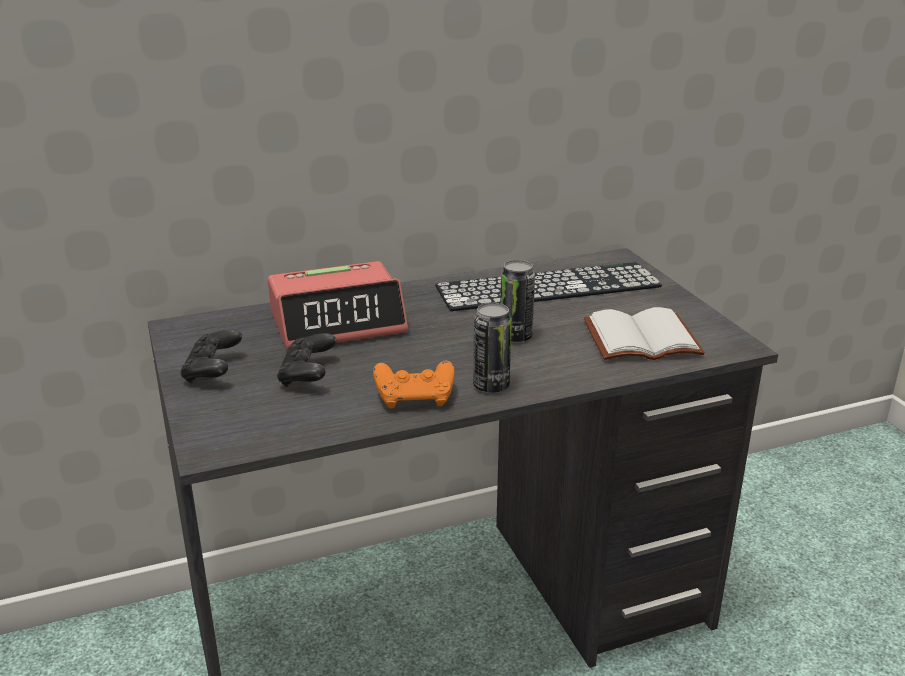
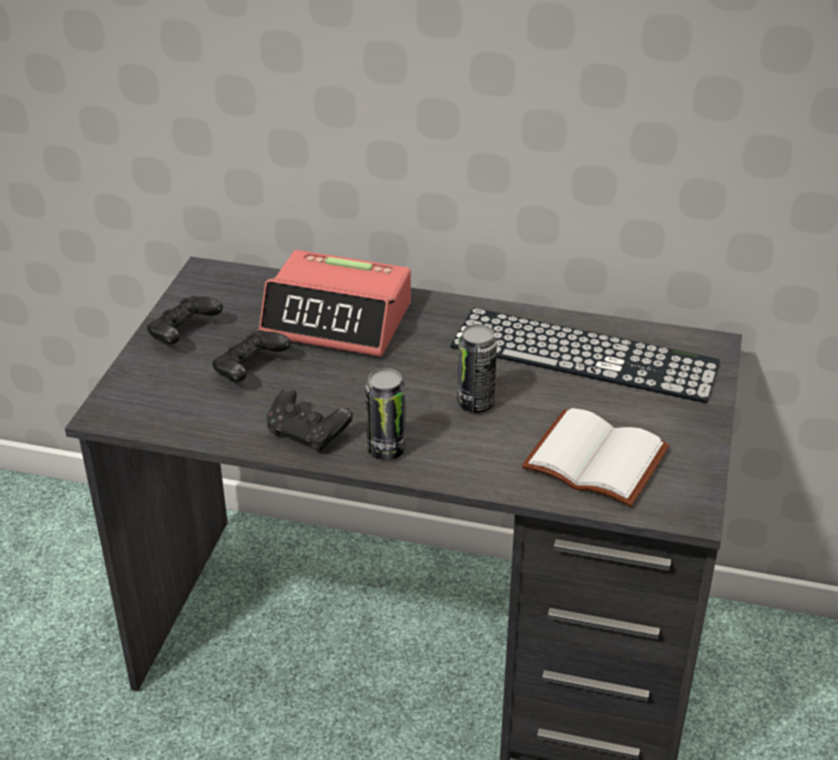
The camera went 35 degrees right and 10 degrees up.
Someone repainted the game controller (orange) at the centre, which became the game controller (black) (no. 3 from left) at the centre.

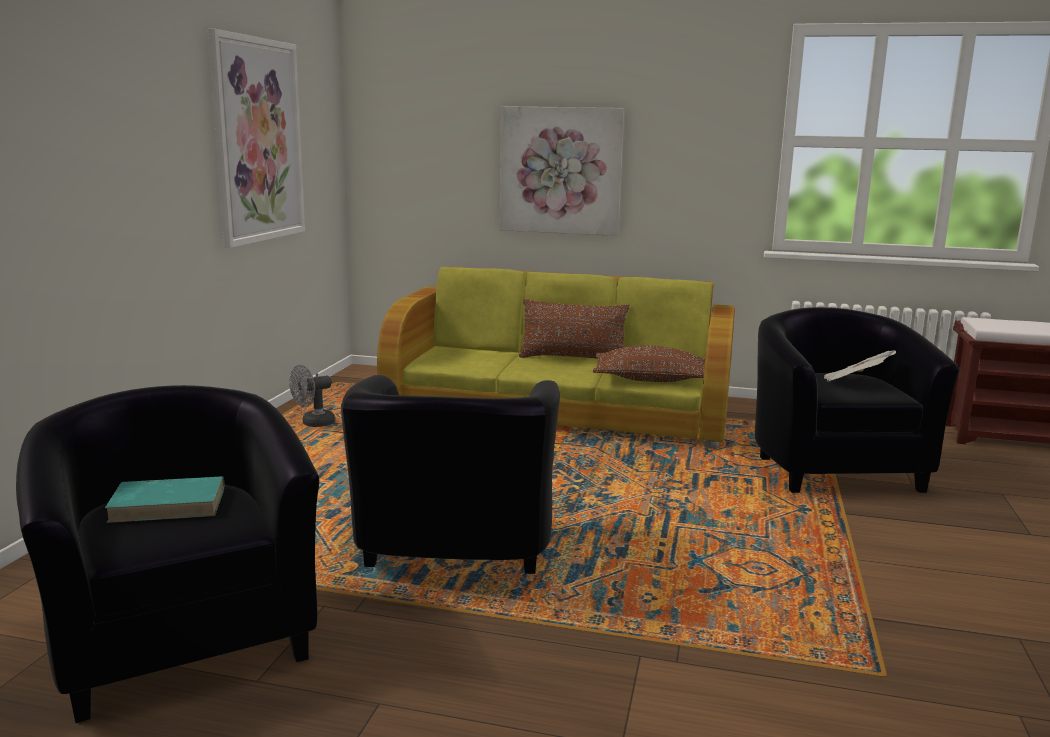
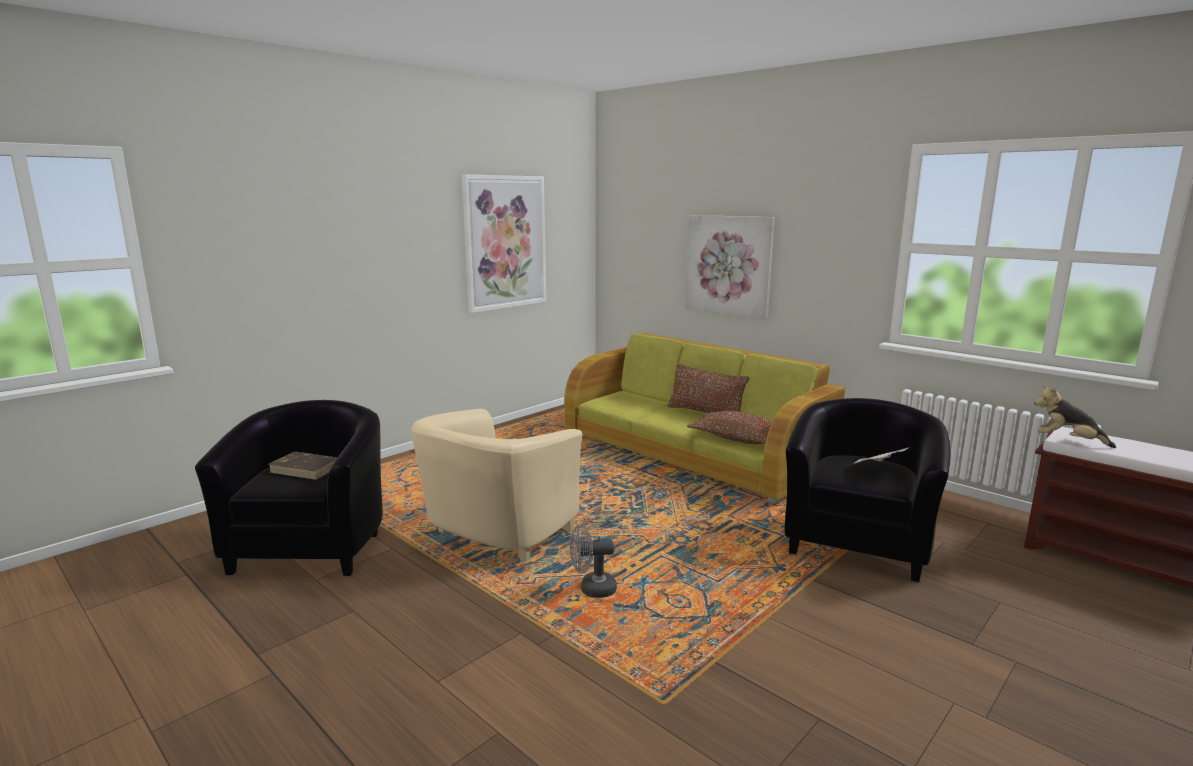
The camera went 30 degrees right and 0 degrees up.
Someone repainted the book (turquoise) at the bottom left, which became the book (brown) at the middle left.
Someone carried the fan (grey) from the middle left to the bottom centre.
Someone repainted the armchair (black) (no. 2 from left) at the centre, which became the armchair (beige) at the centre.
Someone put down the plush toy at the middle right.

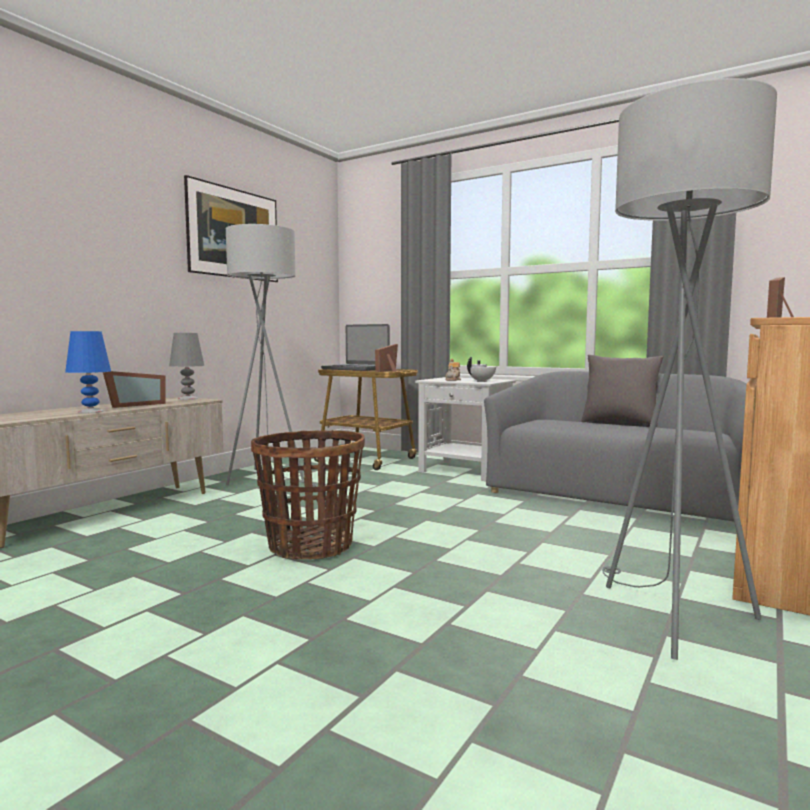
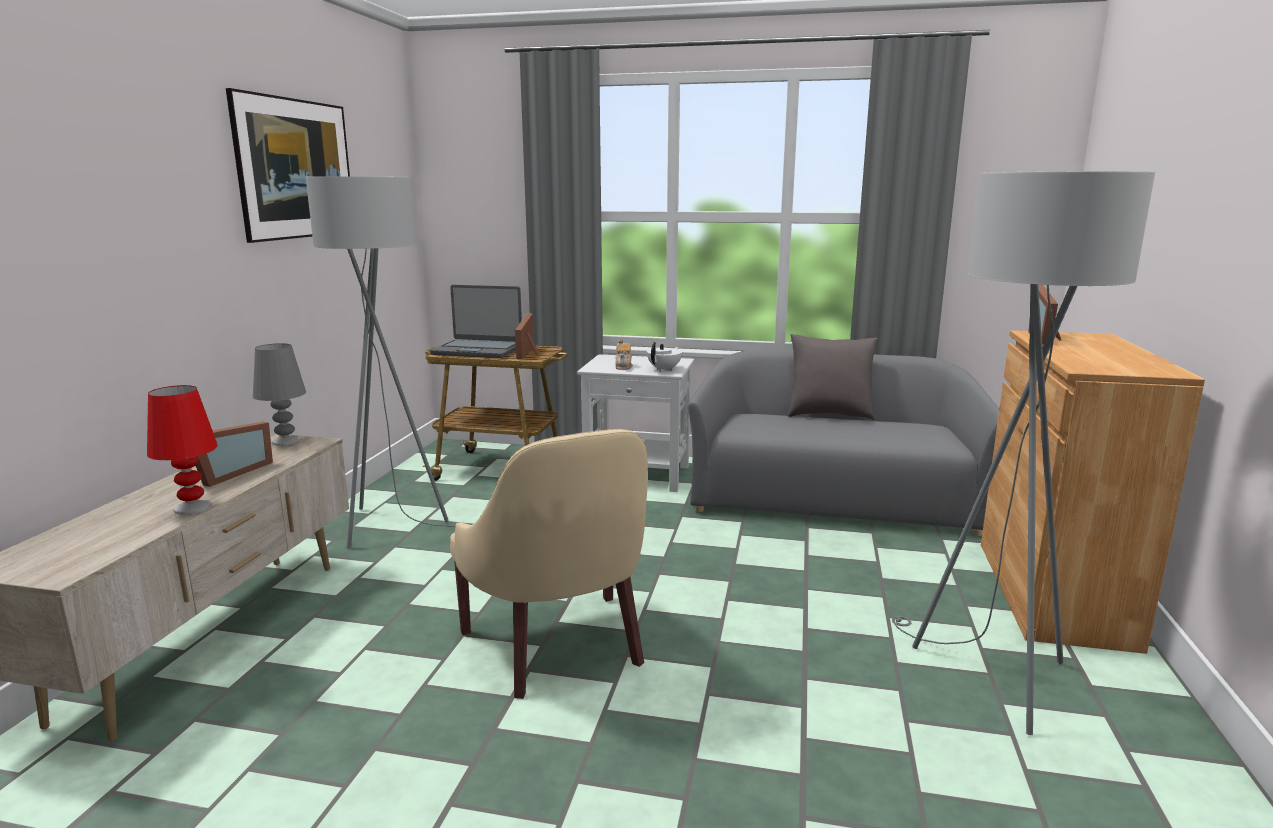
The camera went 20 degrees left and 10 degrees up.
Someone repainted the table lamp (blue) at the middle left, which became the table lamp (red) at the middle left.
Someone swapped the basket at the centre for the armchair (beige) at the bottom centre.

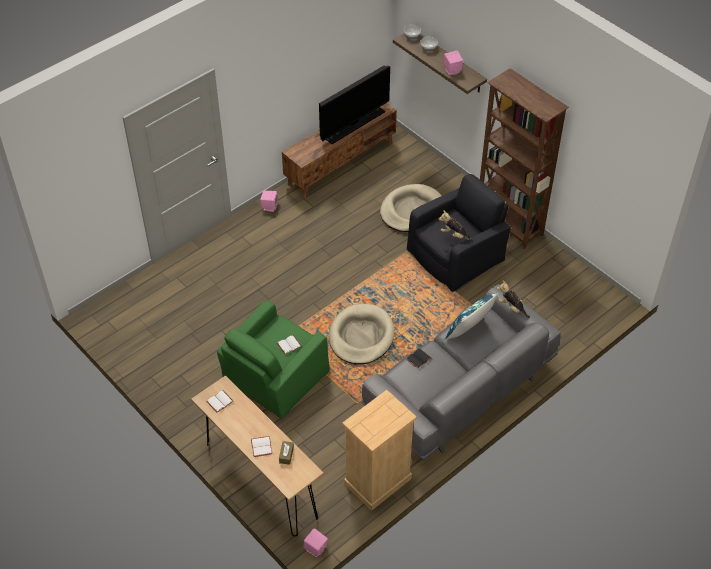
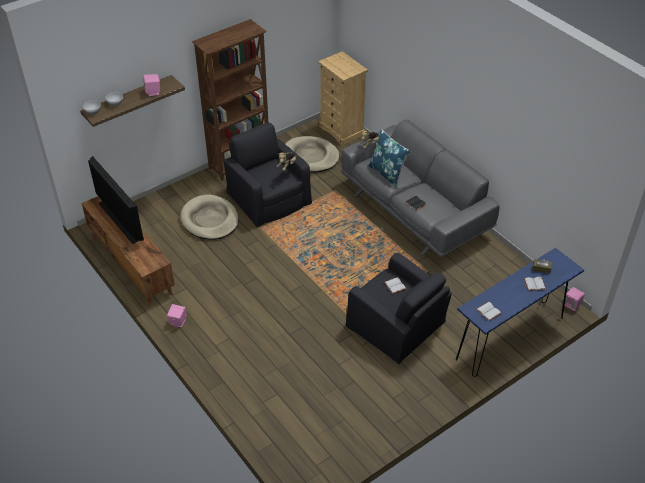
The camera went 85 degrees left and 5 degrees down.
Someone repainted the console table (brown) at the bottom centre, which became the console table (blue) at the middle right.
Someone repainted the armchair (green) at the centre, which became the armchair (black) (no. 2 from left) at the centre.
Someone carried the dog bed (beige) (no. 1 from left in the first image) from the centre to the top centre.
Someone carried the dresser (beige) from the bottom centre to the top centre.

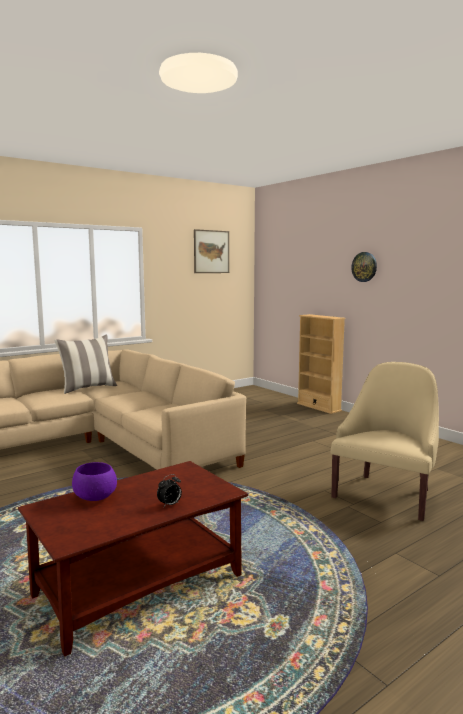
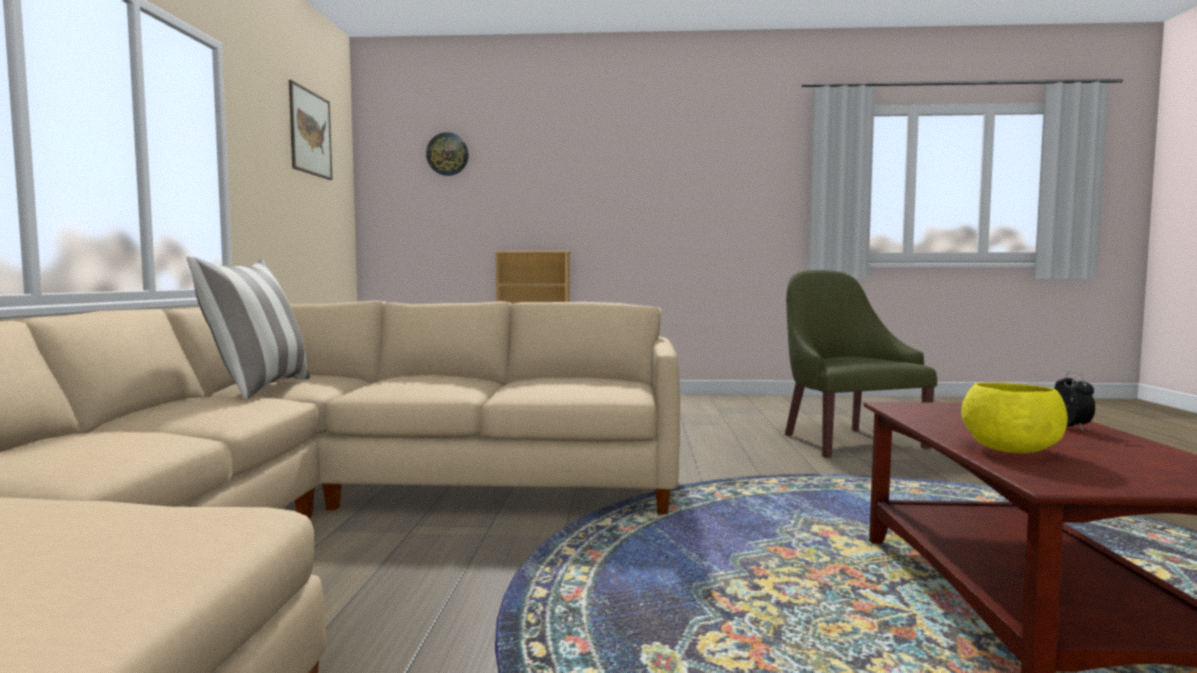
The camera went 50 degrees left and 5 degrees down.
Someone repainted the bowl (purple) at the bottom left, which became the bowl (yellow) at the middle right.
Someone repainted the armchair (beige) at the middle right, which became the armchair (green) at the middle right.
Someone carried the wall clock from the middle right to the top centre.

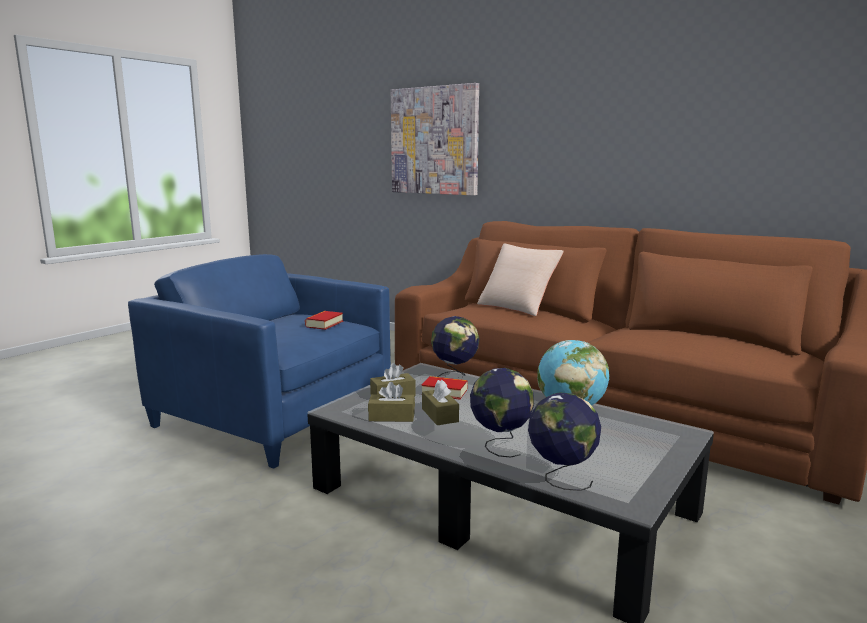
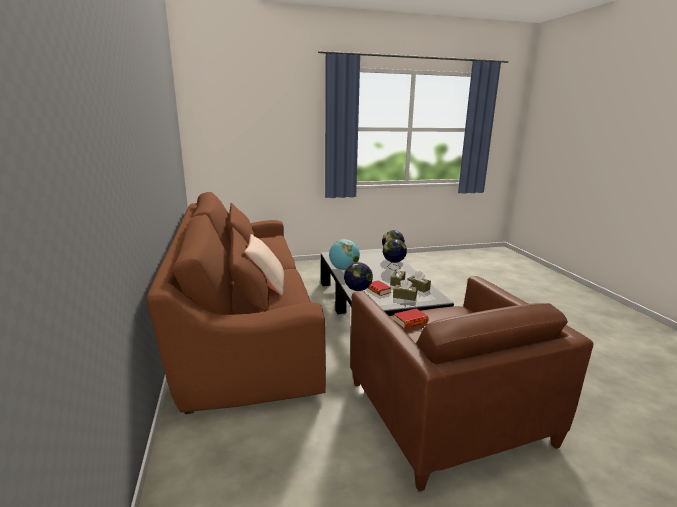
The camera went 140 degrees left and 5 degrees up.
Someone repainted the armchair (blue) at the middle left, which became the armchair (brown) at the bottom right.
Someone took away the picture at the top centre.

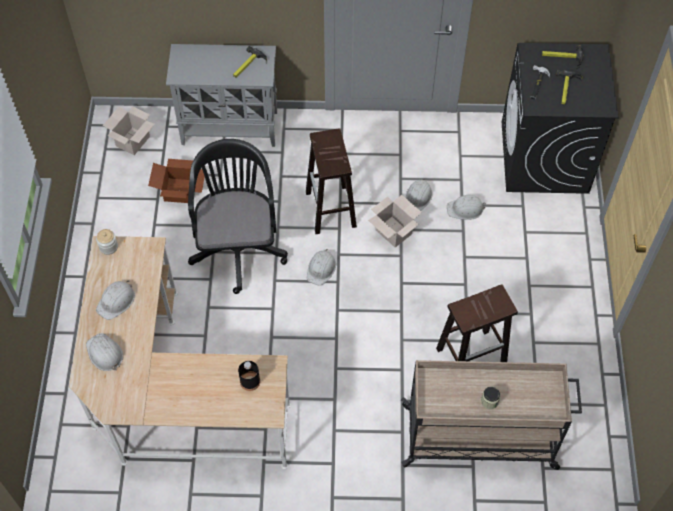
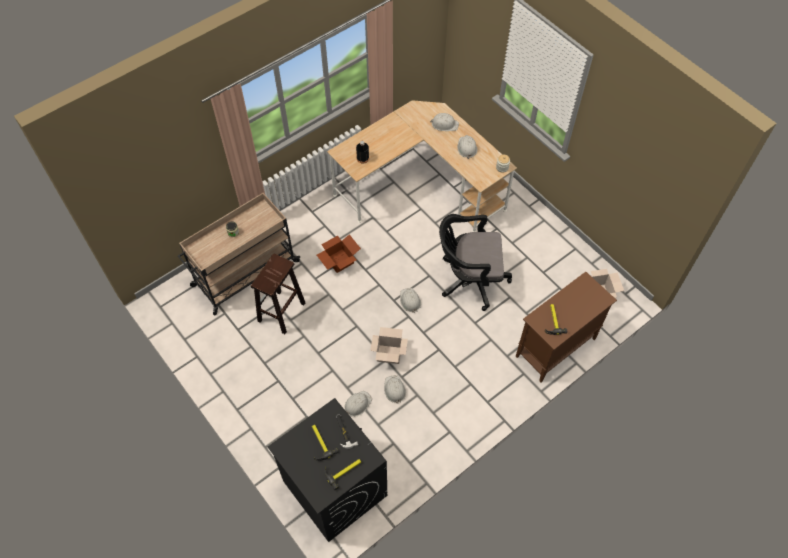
The camera went 140 degrees right and 0 degrees up.
Someone carried the cardboard box (no. 2 from left in the first image) from the middle left to the centre.
Someone repainted the cabinet (grey) at the top left, which became the cabinet (brown) at the middle right.
Someone rotated the office chair (black) at the centre by 135 degrees clockwise.
Someone took away the stool (brown) (no. 1 from left) at the centre.

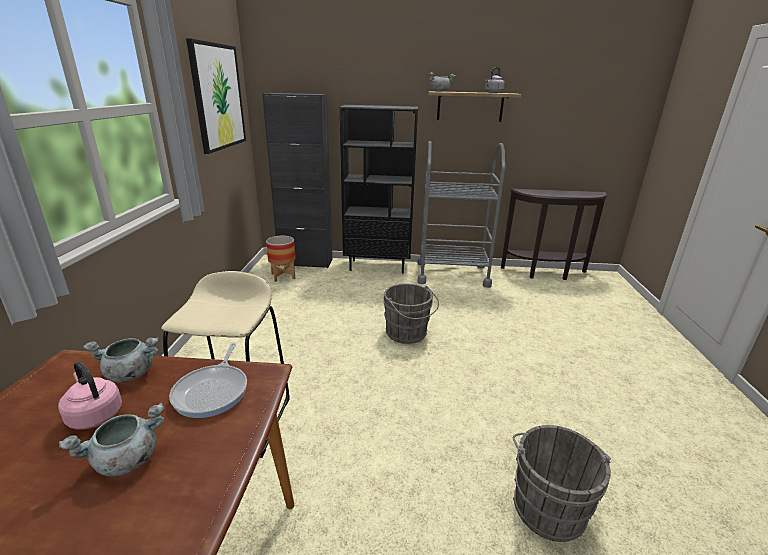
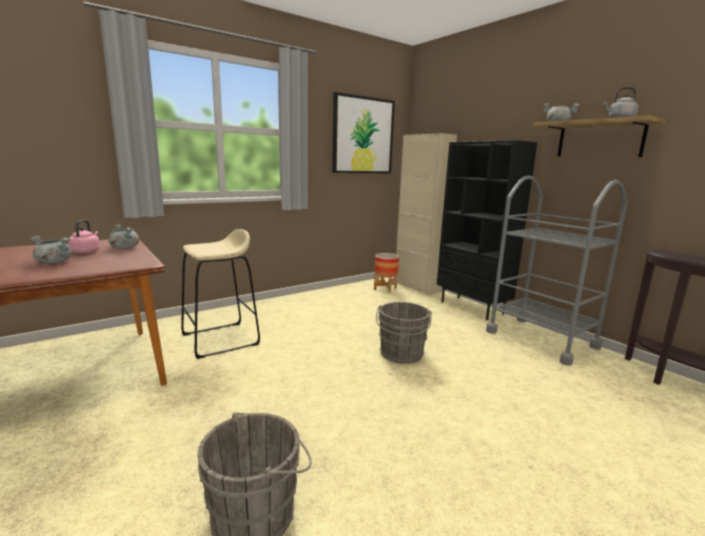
The camera went 50 degrees right and 10 degrees down.
Someone took away the frying pan at the bottom left.
Someone repainted the cabinet (black) at the top centre, which became the cabinet (beige) at the centre.

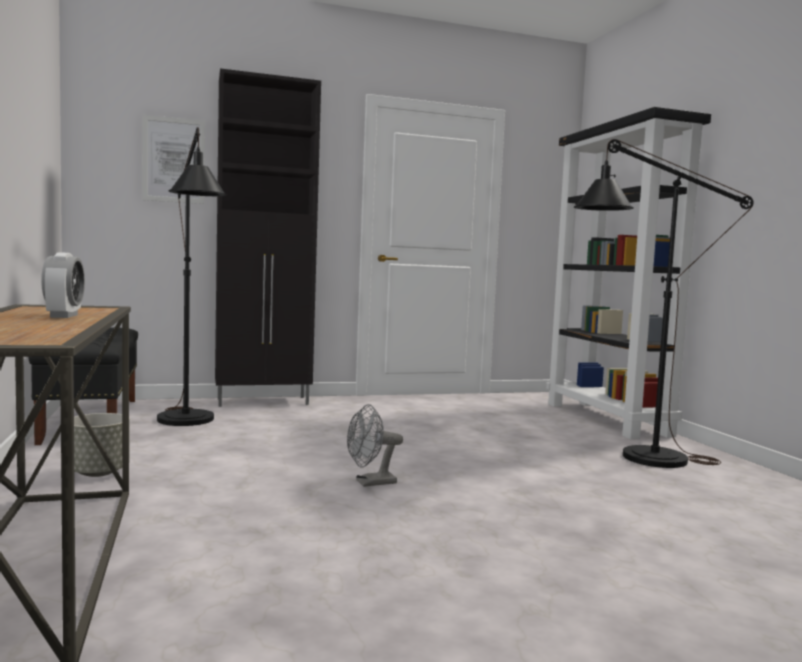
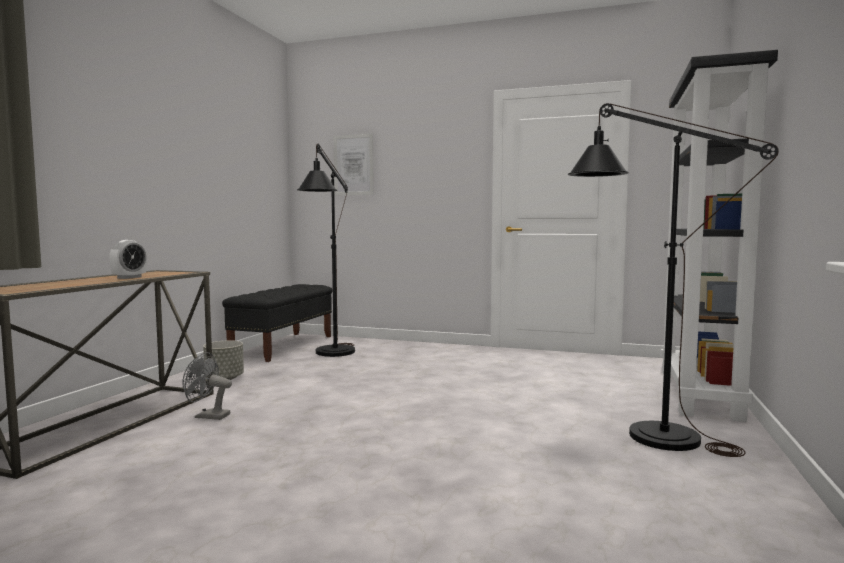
The camera went 35 degrees right and 0 degrees up.
Someone took away the cabinet (black) at the centre.
Someone carried the fan (grey) from the bottom centre to the bottom left.

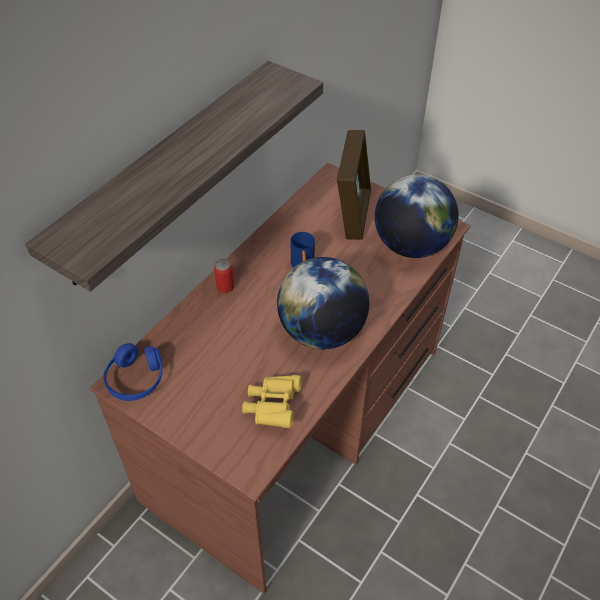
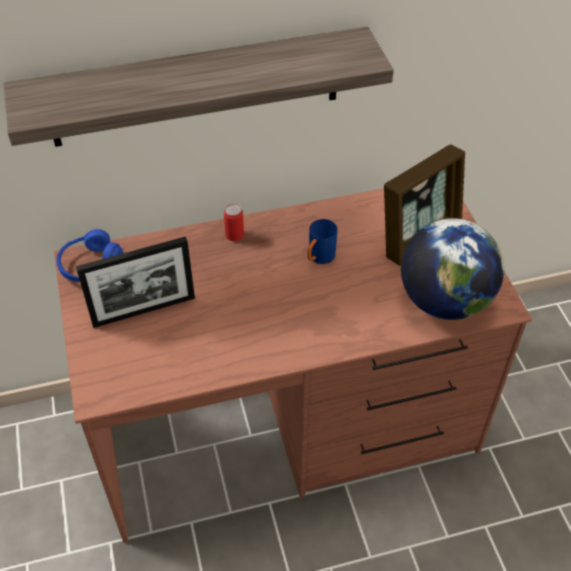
The camera went 40 degrees right and 0 degrees up.
Someone took away the binoculars (yellow) at the bottom centre.
Someone took away the globe (no. 1 from left) at the centre.
Someone put down the picture frame (no. 1 from left) at the middle left.

